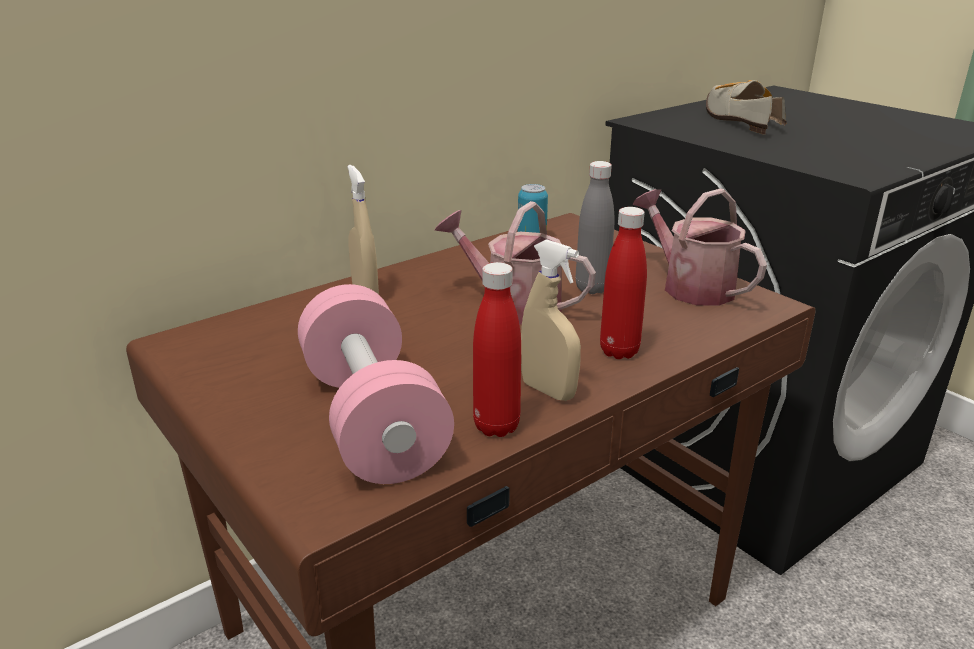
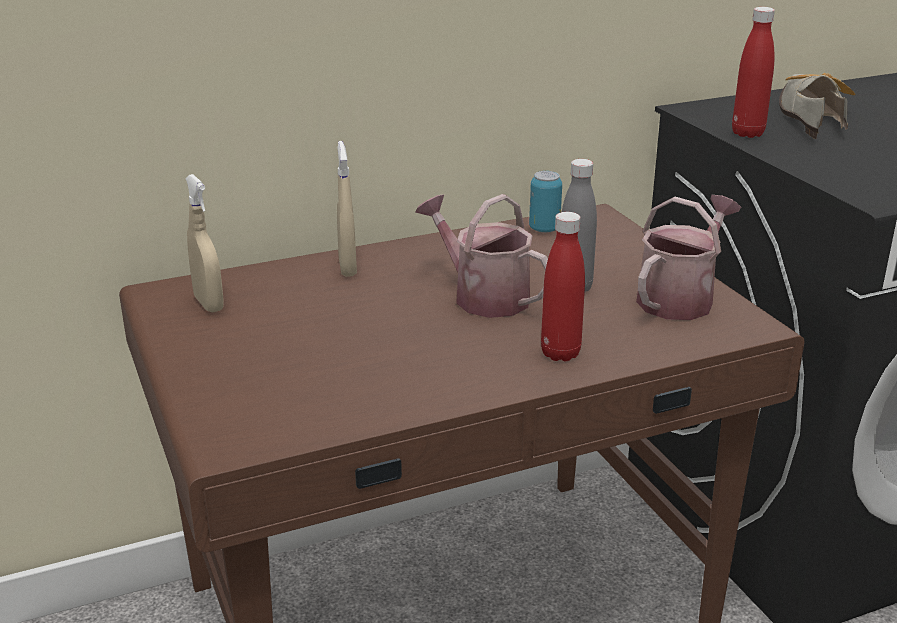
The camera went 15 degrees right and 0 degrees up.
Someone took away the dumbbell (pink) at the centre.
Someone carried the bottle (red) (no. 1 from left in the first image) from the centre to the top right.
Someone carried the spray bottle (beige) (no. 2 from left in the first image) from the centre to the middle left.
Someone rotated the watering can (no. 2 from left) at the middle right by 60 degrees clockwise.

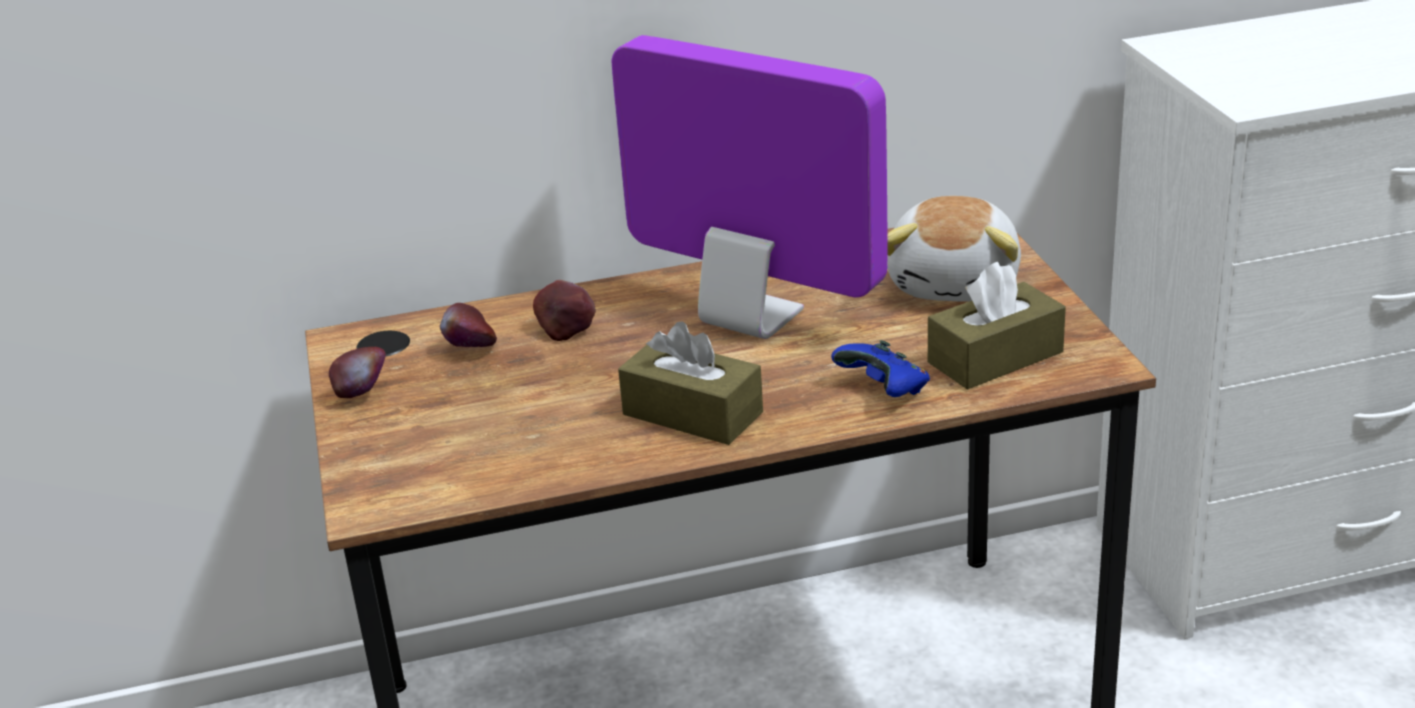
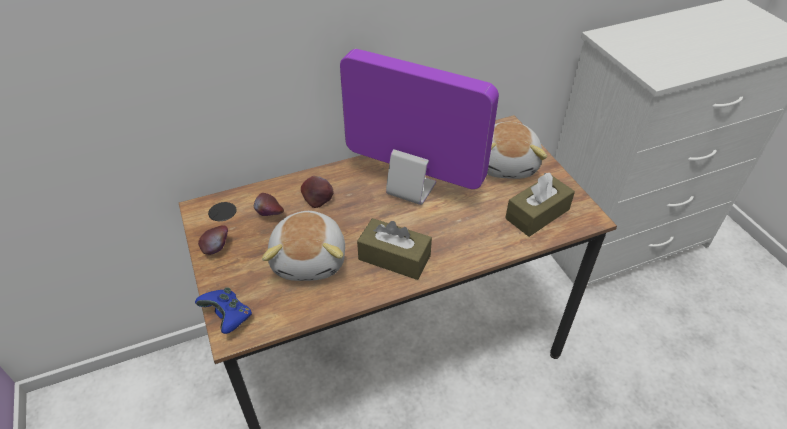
The camera went 10 degrees left and 15 degrees up.
Someone carried the game controller (blue) from the centre to the bottom left.
Someone put down the plush toy (no. 1 from left) at the centre.

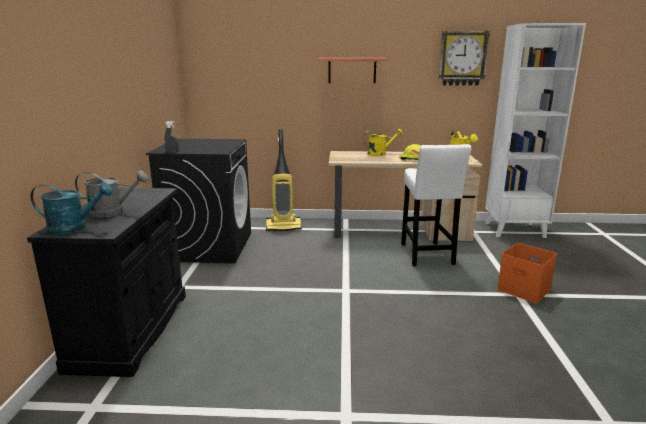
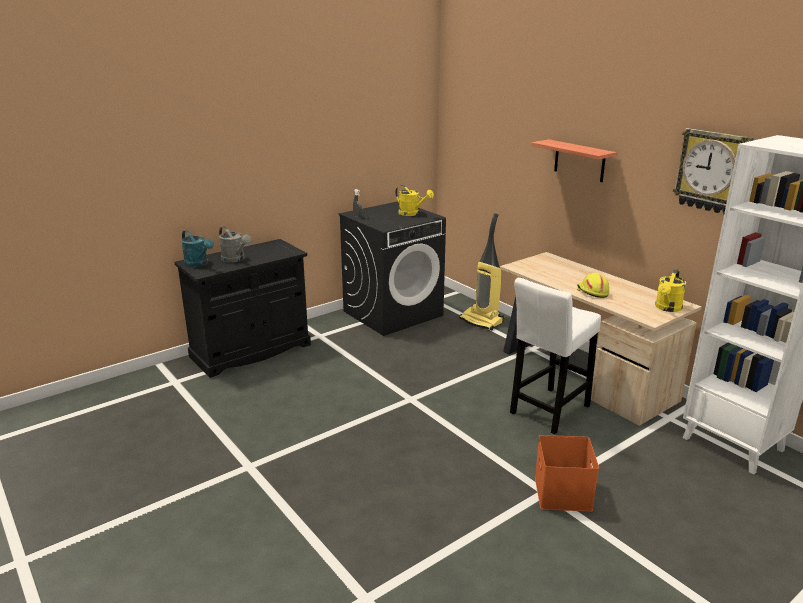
The camera went 50 degrees right and 5 degrees up.
Someone carried the watering can (yellow) (no. 1 from left) from the centre to the top centre.

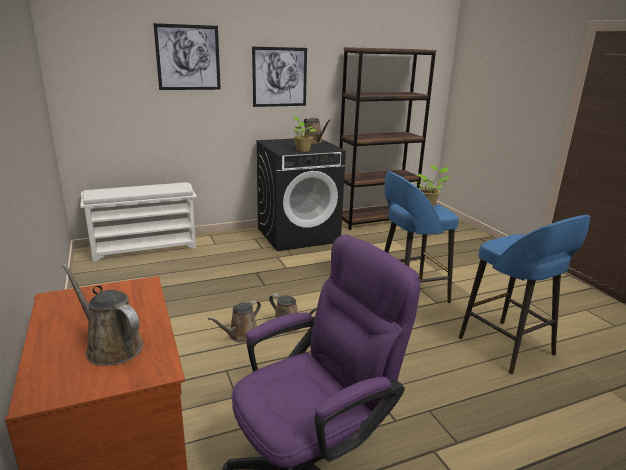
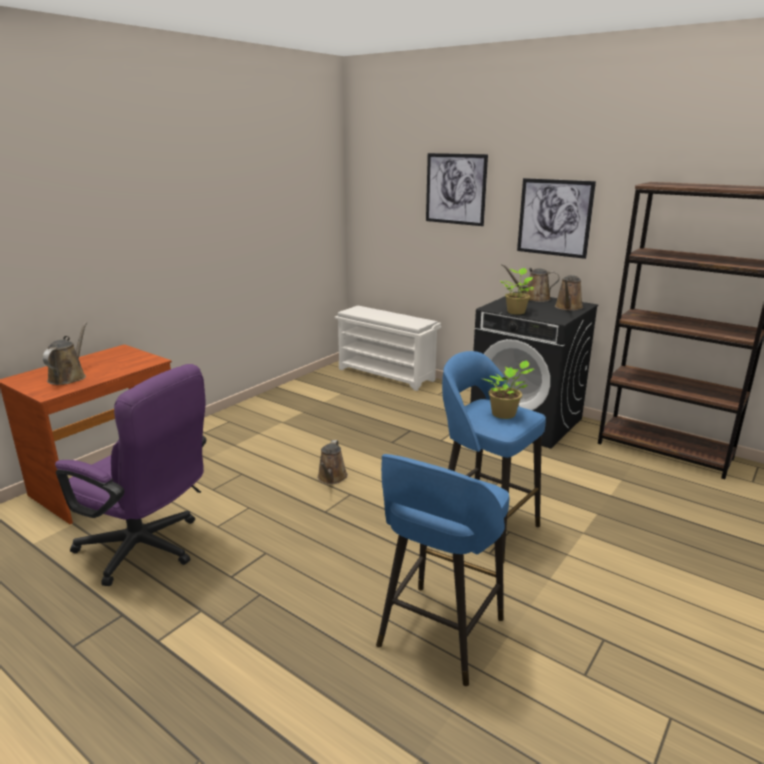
The camera went 60 degrees right and 0 degrees up.
Someone carried the watering can (brown) (no. 2 from left in the first image) from the bottom centre to the middle right.

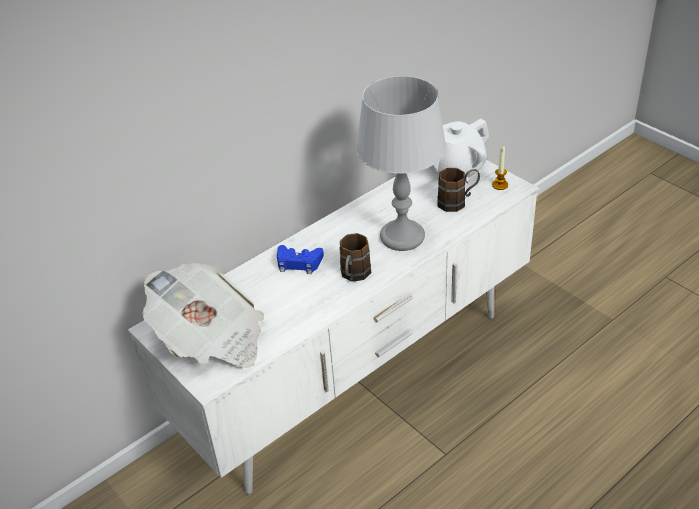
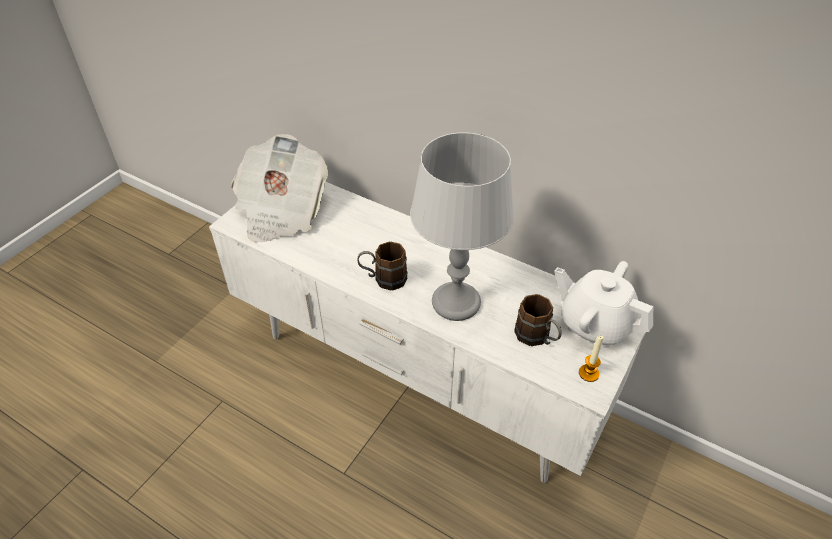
The camera went 70 degrees right and 5 degrees up.
Someone took away the game controller (blue) at the centre.

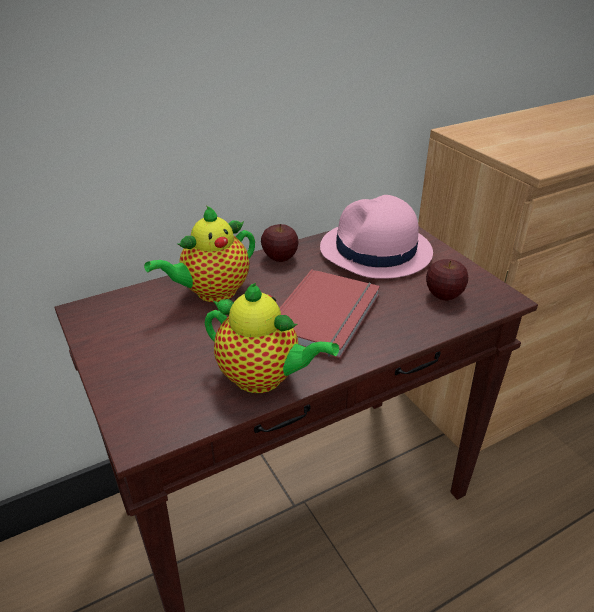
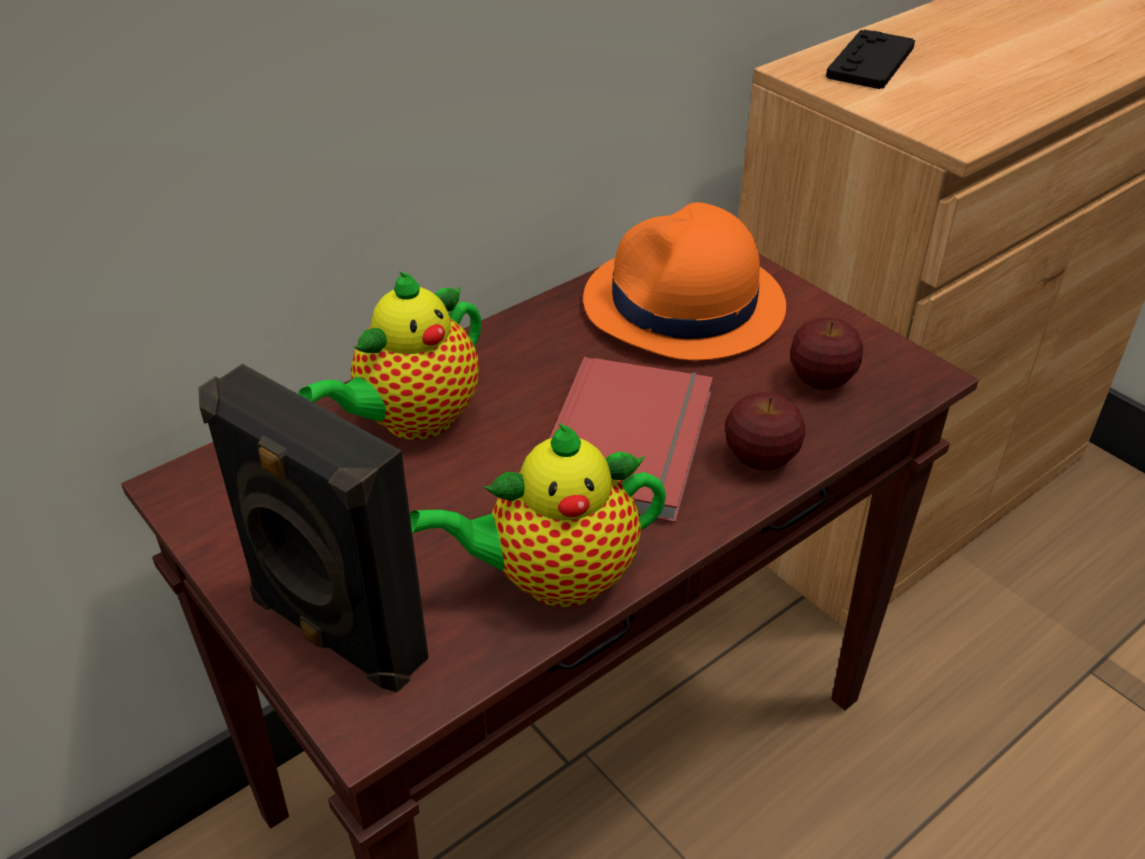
The camera went 10 degrees left and 5 degrees up.
Someone rotated the teapot (no. 2 from left) at the centre by 150 degrees clockwise.
Someone carried the apple (no. 1 from left) from the centre to the middle right.
Someone repainted the hat (pink) at the centre, which became the hat (orange) at the top centre.
Someone put down the speaker (black) at the middle left.
Someone put down the game controller (black) at the top right.

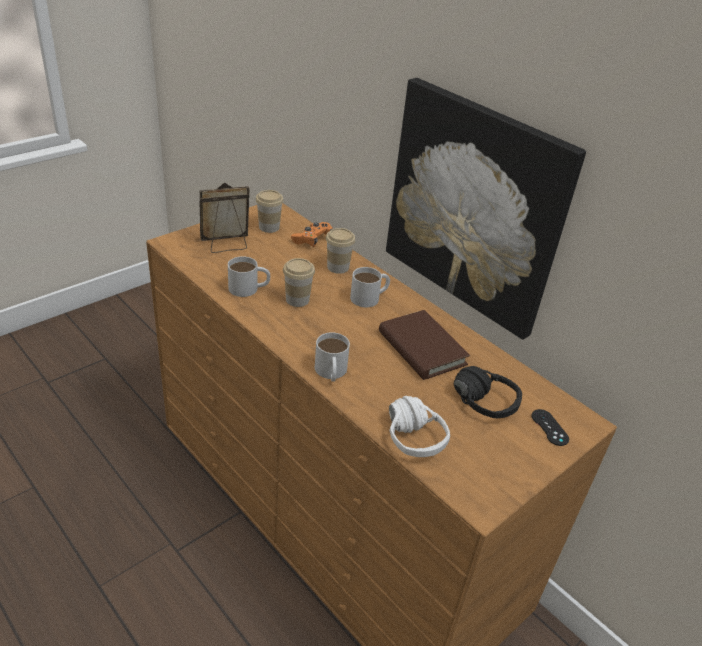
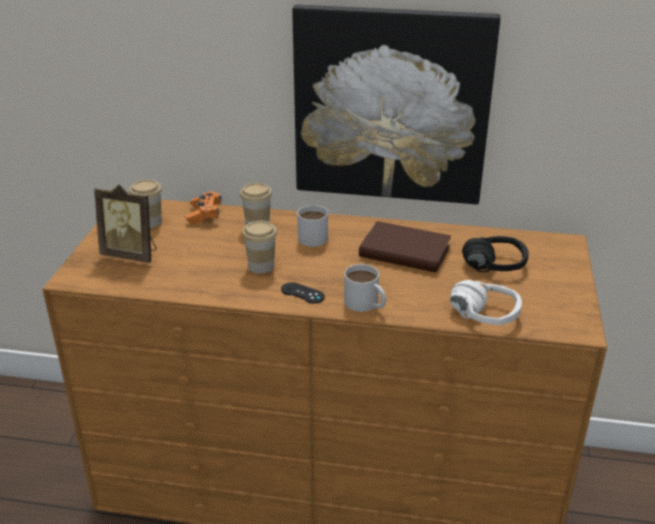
The camera went 35 degrees left and 5 degrees down.
Someone rotated the picture frame at the middle left by 105 degrees counterclockwise.
Someone took away the mug (white) (no. 1 from left) at the centre.
Someone carried the game controller (black) from the middle right to the centre.

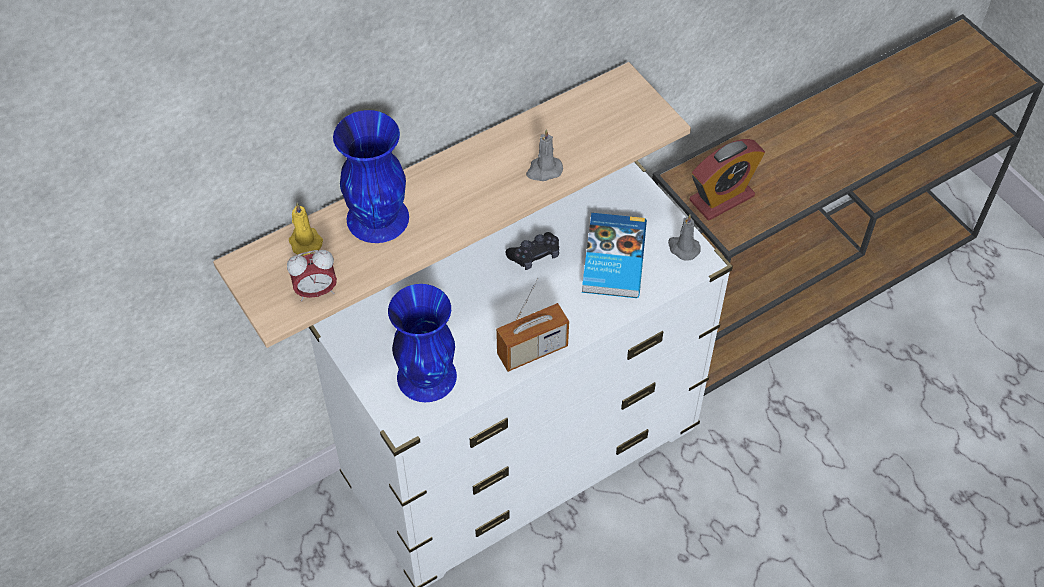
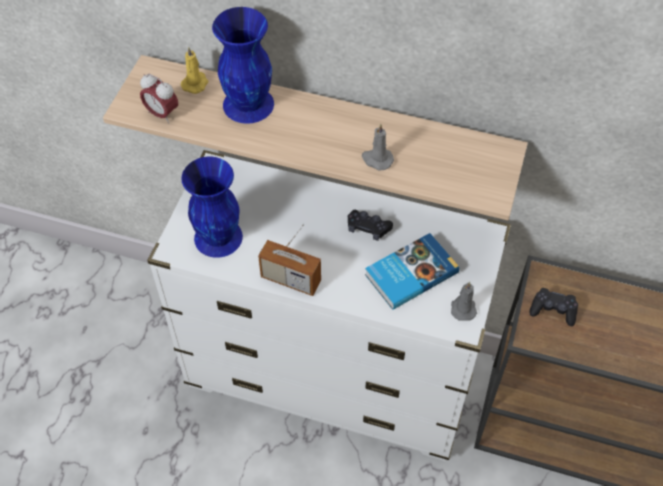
The camera went 50 degrees right and 0 degrees up.
Someone swapped the alarm clock (no. 2 from left) at the top right for the game controller (black) (no. 2 from left) at the middle right.

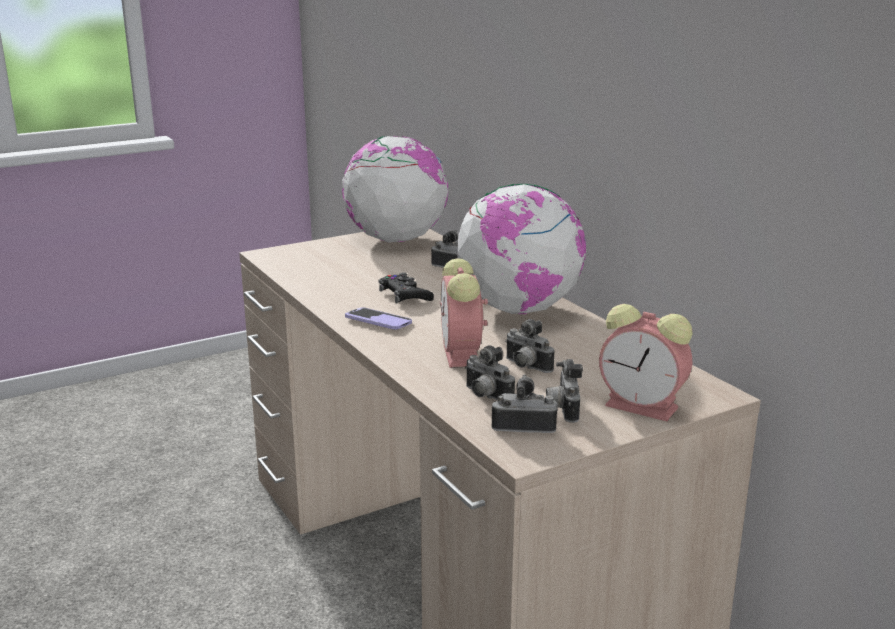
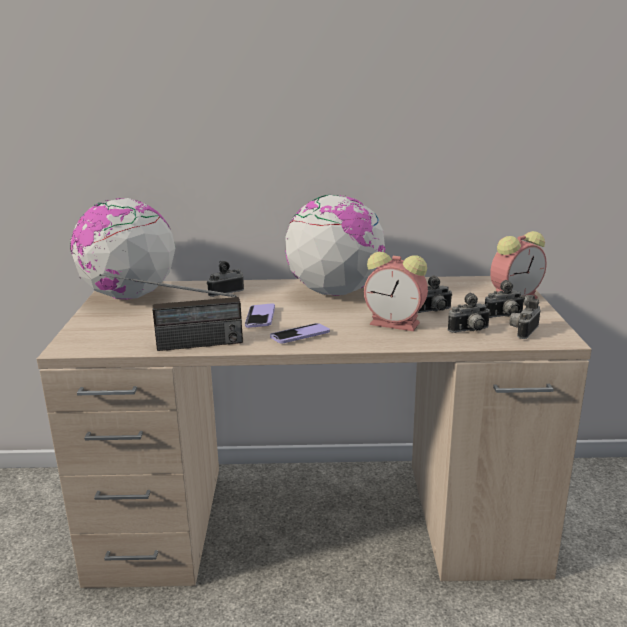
The camera went 60 degrees left and 0 degrees up.
Someone swapped the game controller (black) at the centre for the phone (no. 1 from left) at the centre.
Someone rotated the photo camera (no. 5 from left in the first image) at the centre by 45 degrees counterclockwise.
Someone put down the radio at the middle left.

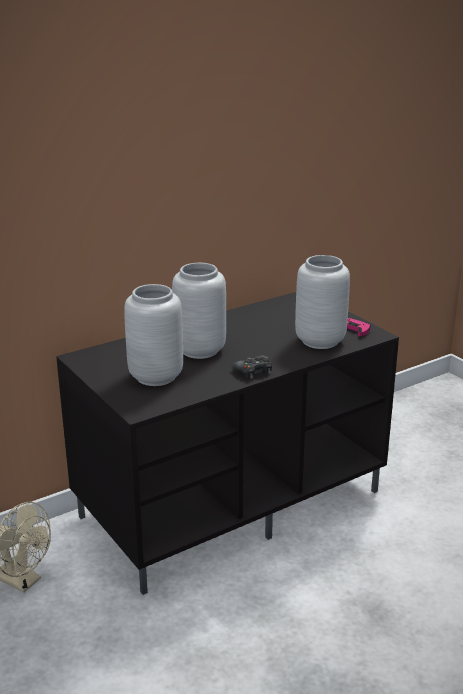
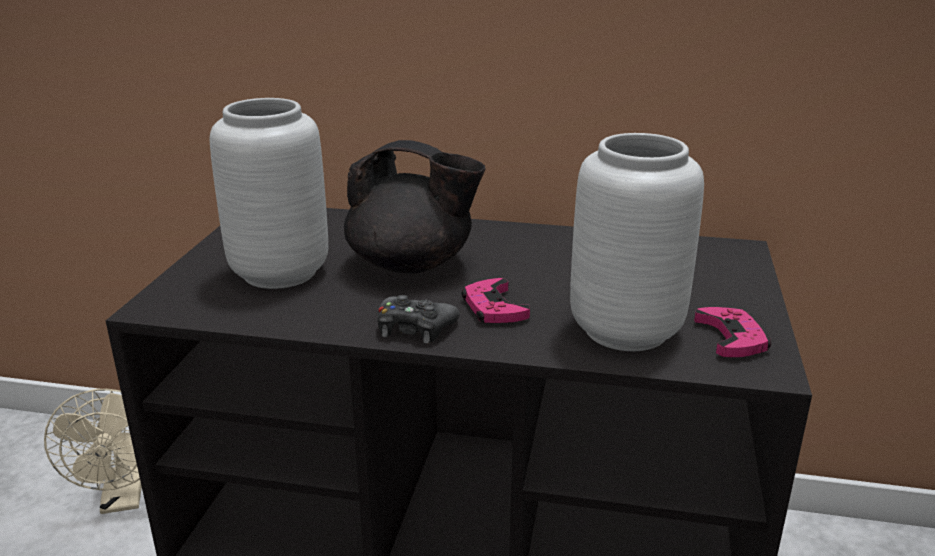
The camera went 45 degrees right and 0 degrees up.
Someone swapped the vase (grey) (no. 2 from left) at the centre for the teapot (black) at the centre.
Someone put down the game controller (pink) (no. 1 from left) at the centre.

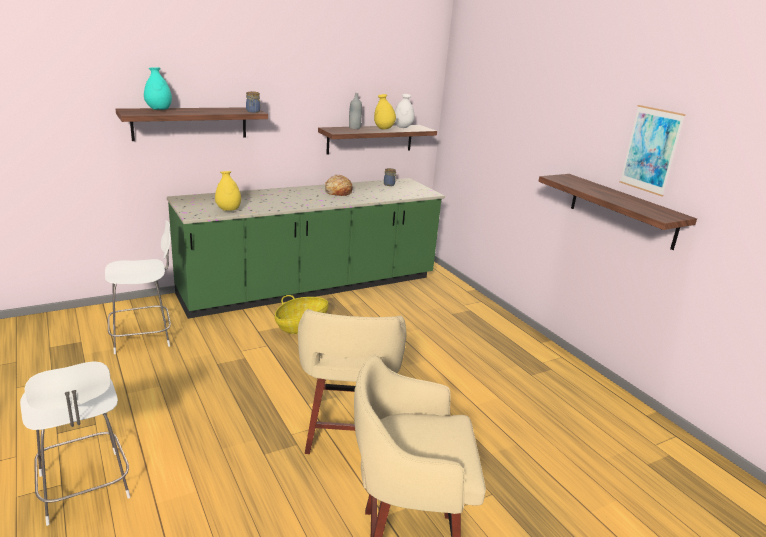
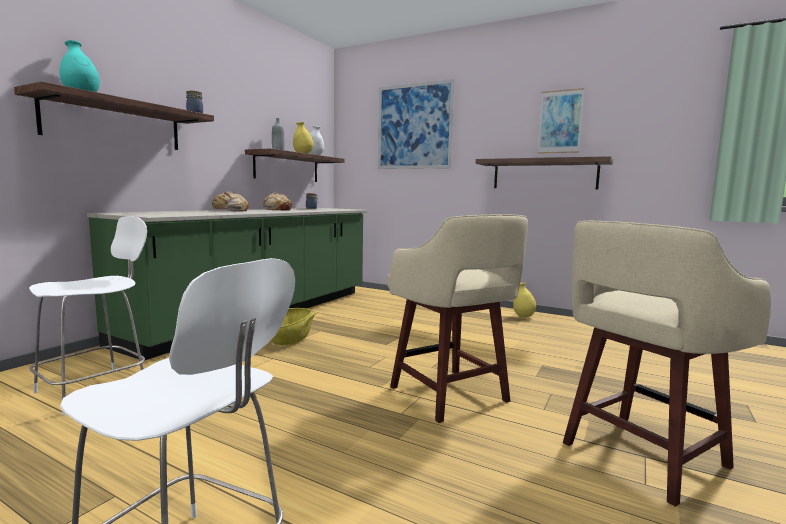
The camera went 30 degrees left and 15 degrees down.
Someone carried the vase (yellow) (no. 1 from left in the first image) from the middle left to the middle right.
Someone put down the bread (no. 1 from left) at the middle left.
Someone put up the picture (no. 1 from left) at the top centre.

